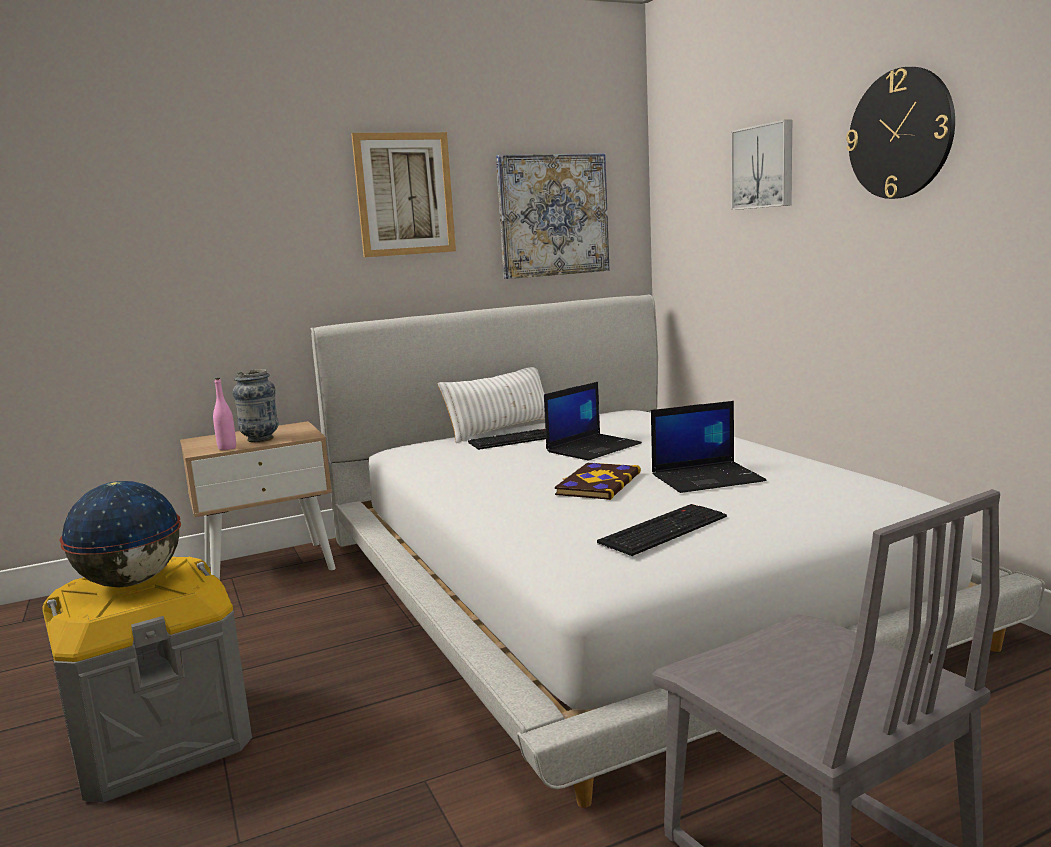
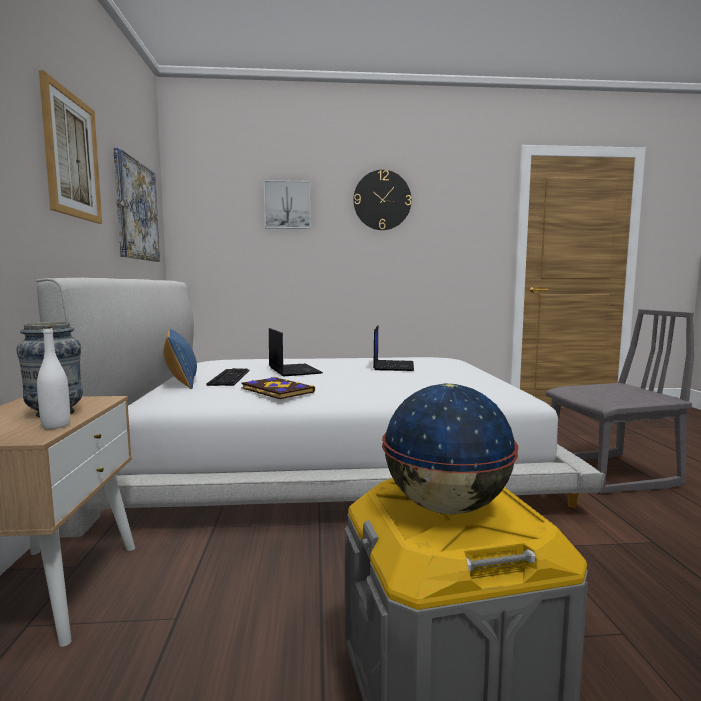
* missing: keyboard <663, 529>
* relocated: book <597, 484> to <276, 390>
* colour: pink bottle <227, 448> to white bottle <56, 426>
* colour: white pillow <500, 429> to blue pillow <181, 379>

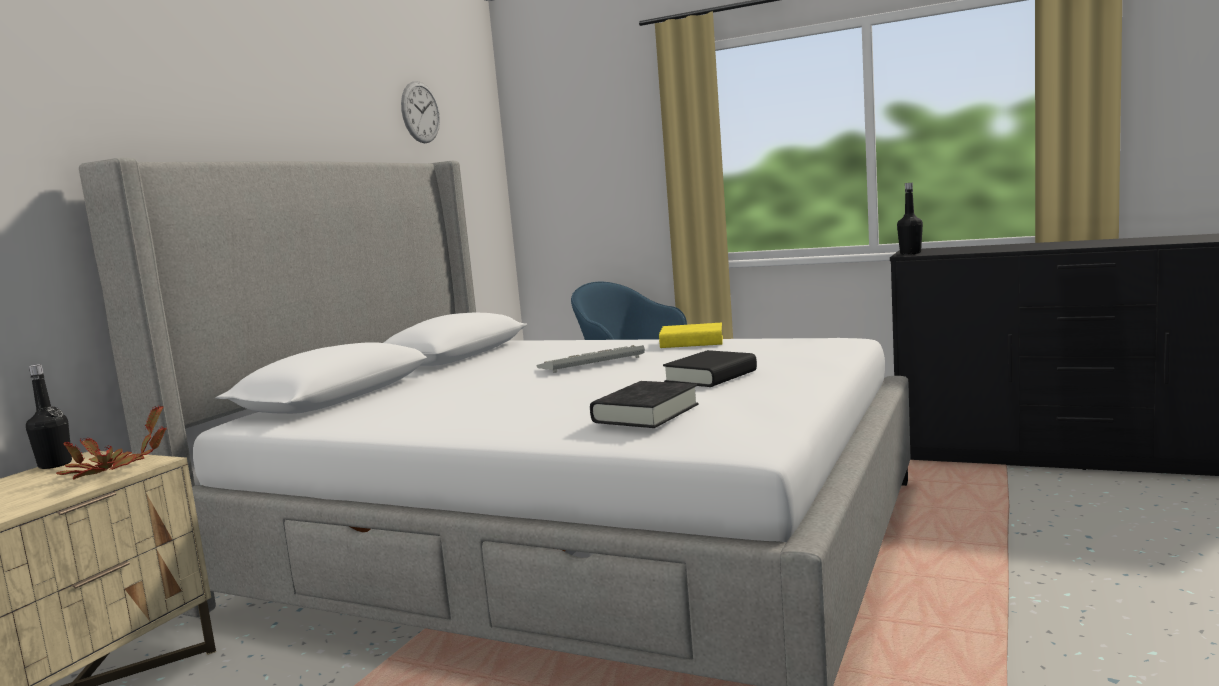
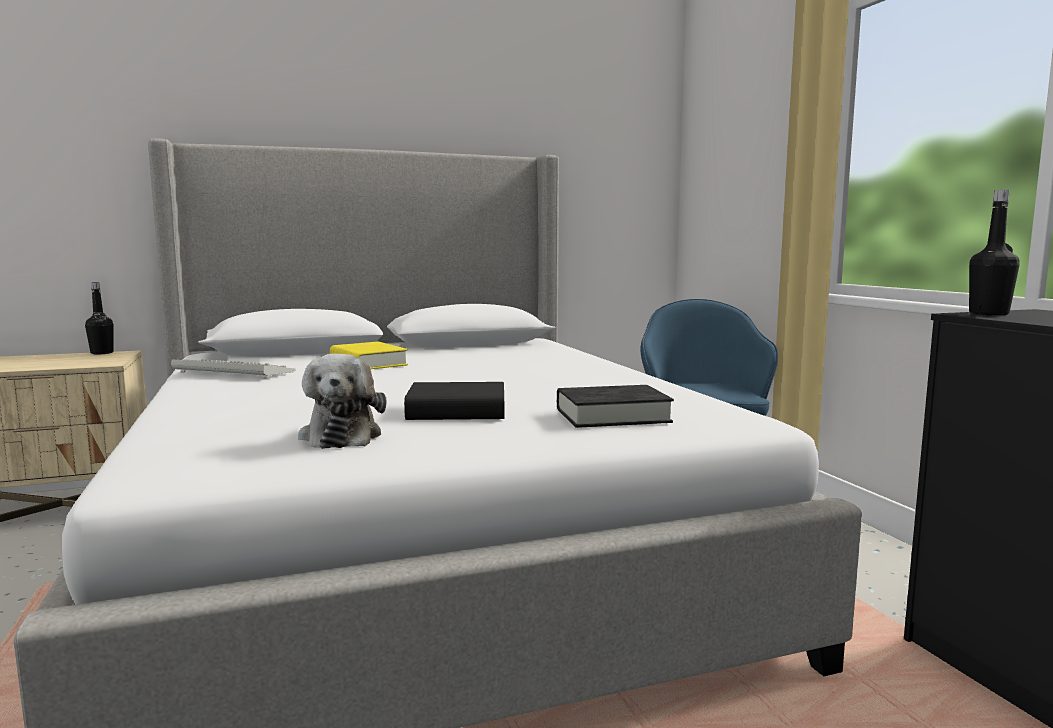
* missing: potted plant <110, 470>
* missing: wall clock <420, 112>
* appeared: plush toy <342, 435>
* relocated: keyboard <589, 363> to <230, 373>
* relocated: black book <645, 413> to <612, 415>
* relocated: yellow book <692, 342> to <368, 363>

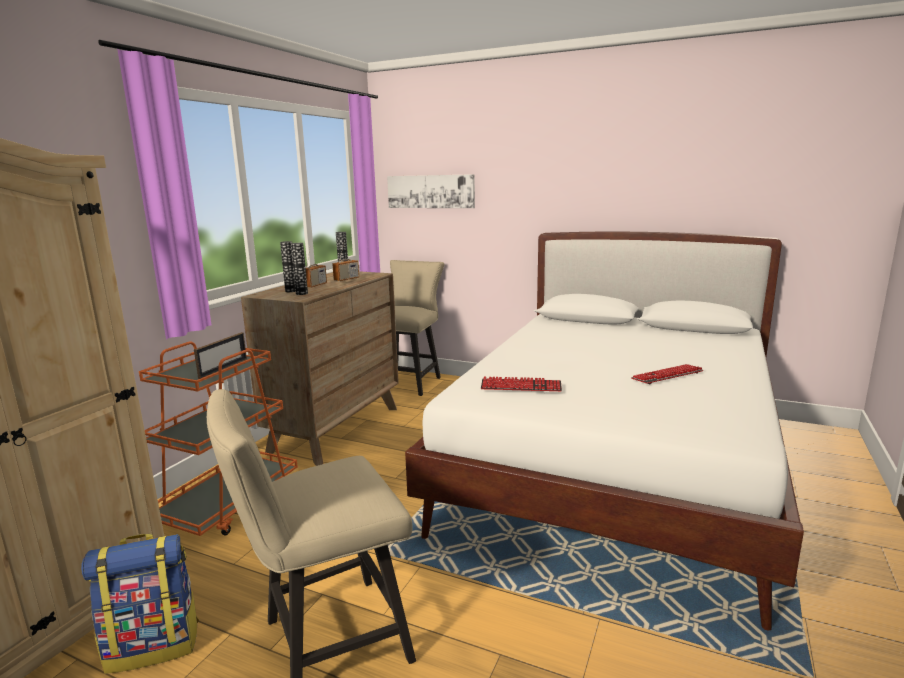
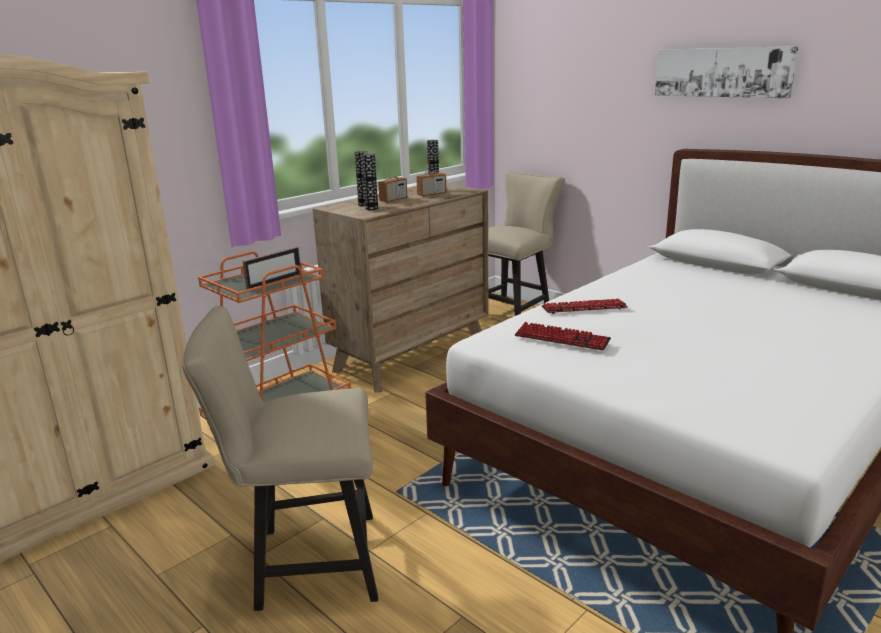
* missing: backpack <154, 645>
* relocated: picture <431, 191> to <722, 72>
* relocated: keyboard <667, 376> to <584, 308>

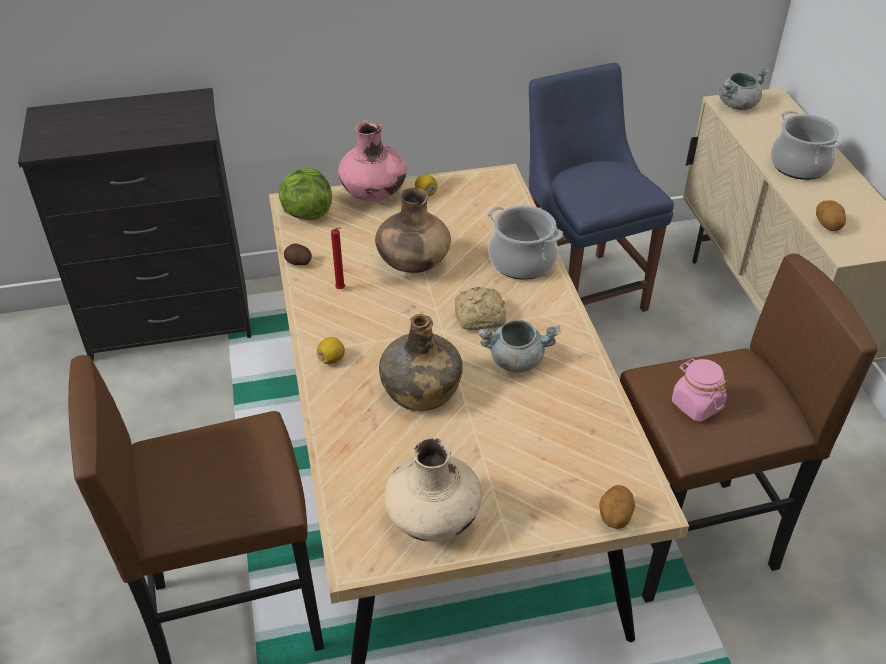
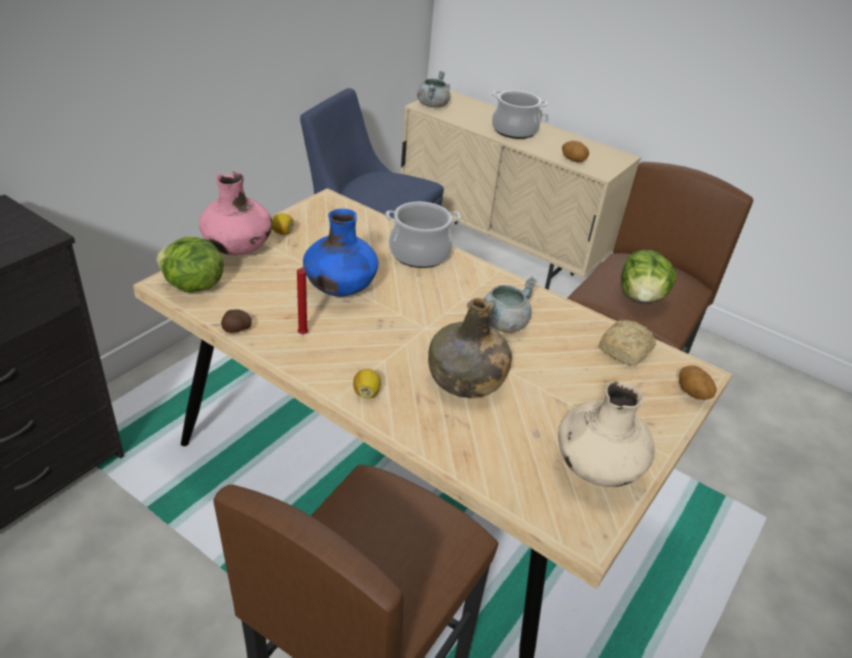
* relocated: bread <481, 317> to <626, 350>
* exchanged: pink jar <696, 405> to lettuce <641, 297>
* colour: brown vase <413, 264> to blue vase <340, 289>

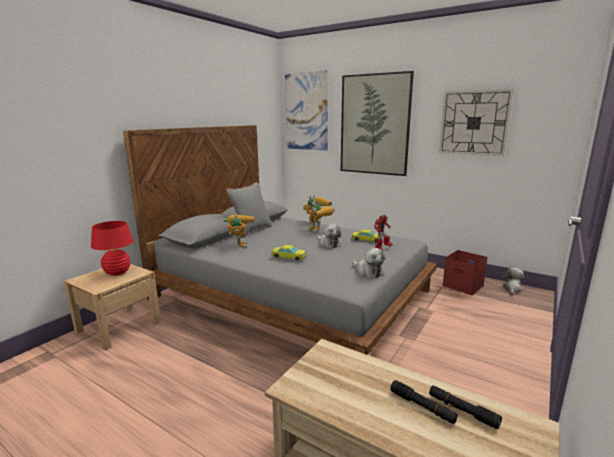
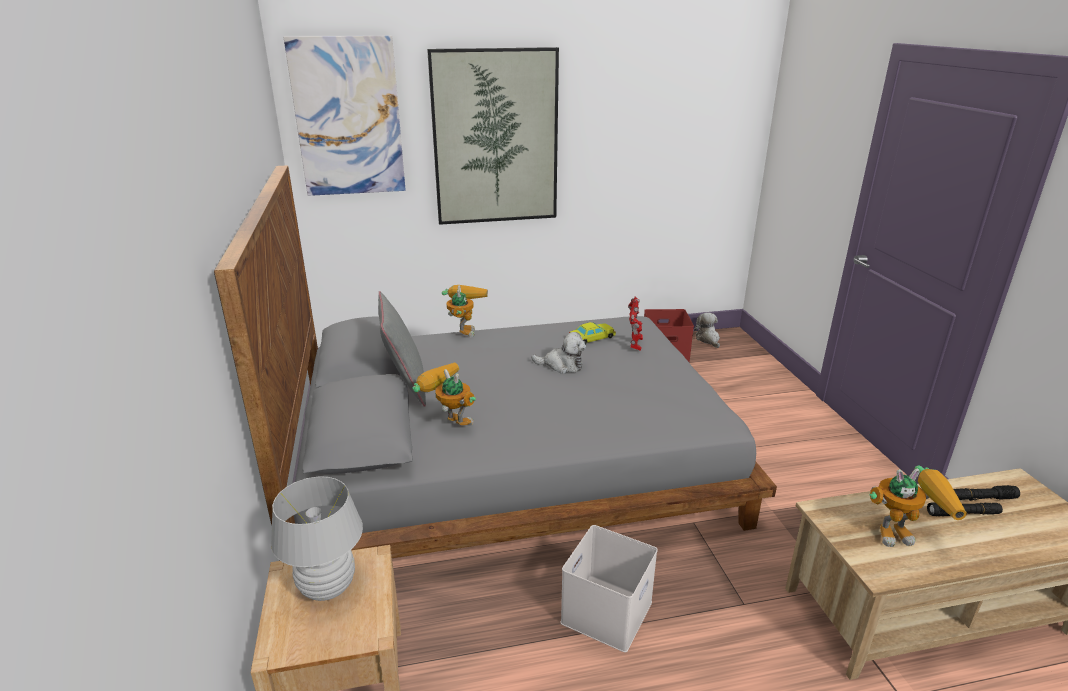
* missing: yellow toy car <289, 256>
* missing: plush toy <368, 272>
* missing: wall clock <474, 123>
* appeared: white storage box <607, 614>
* relocated: toy robot <319, 231> to <904, 533>
* colour: red table lamp <117, 273> to white table lamp <327, 587>

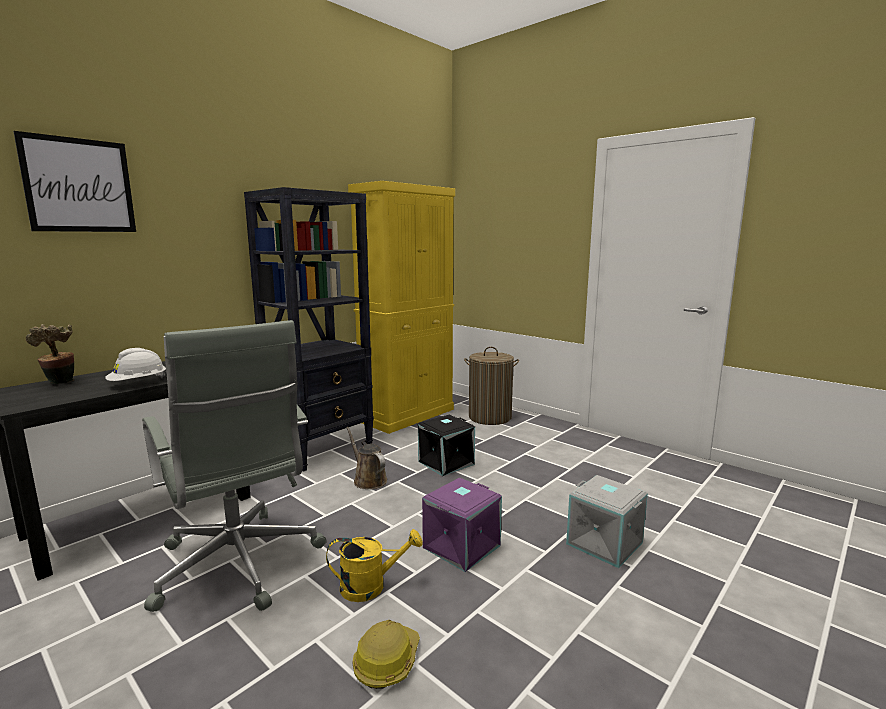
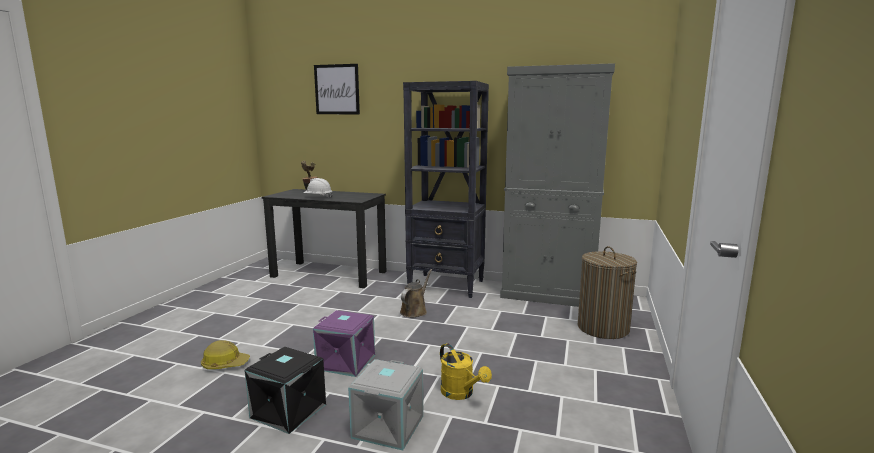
* missing: grey office chair <238, 565>
* relocated: yellow watering can <371, 586> to <461, 393>
* relocated: black storage box <446, 463> to <287, 411>
* colour: yellow cabinet <408, 415> to grey cabinet <548, 295>

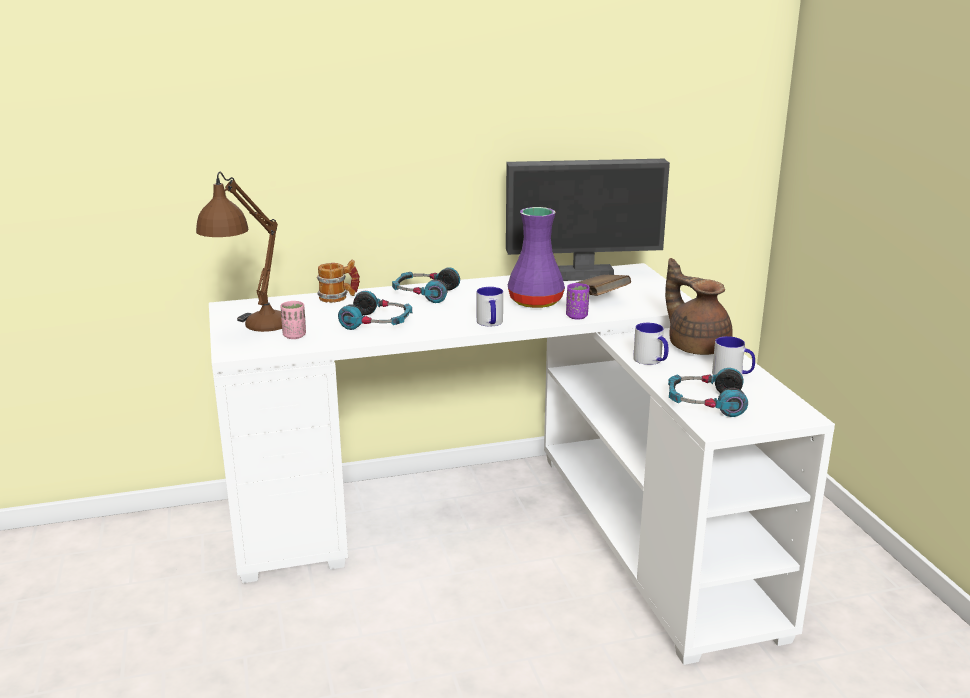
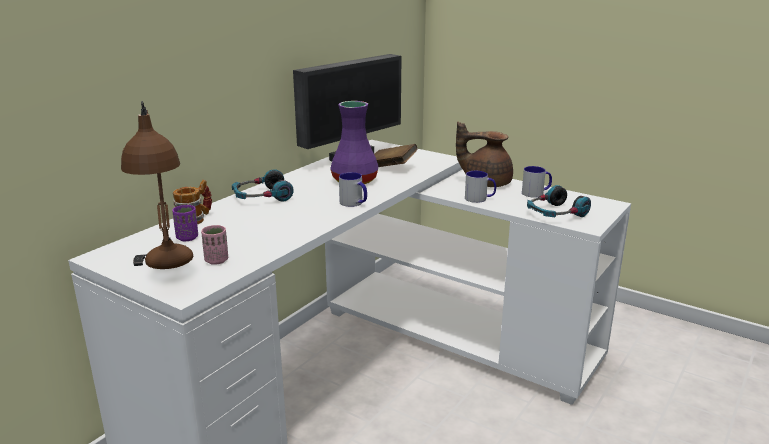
* missing: headphones <377, 323>
* relocated: purple cup <577, 316> to <187, 238>

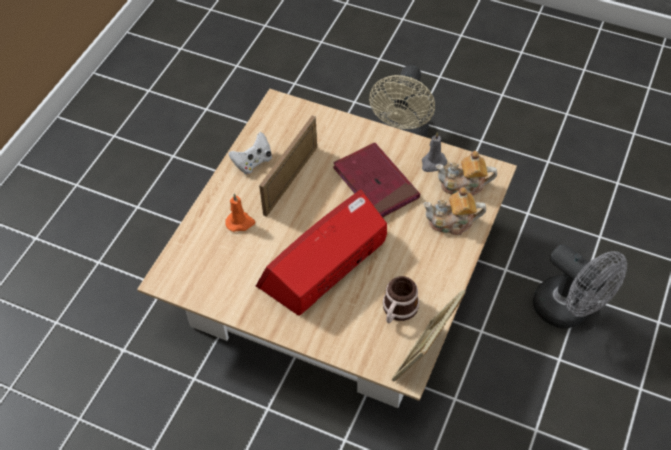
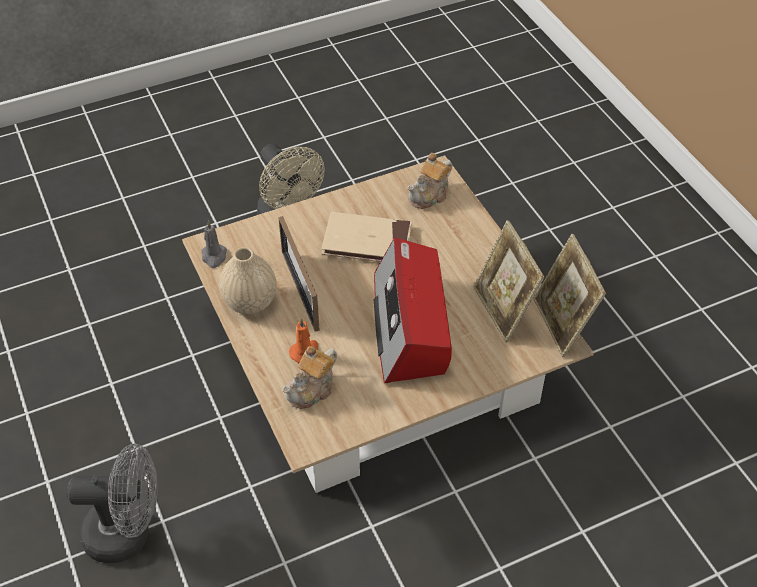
* relocated: grey candle <433, 163> to <214, 257>
* relocated: teapot <452, 222> to <312, 389>
* relocated: grey fan <568, 311> to <128, 533>
* exchanged: white game controller <253, 162> to beige vase <250, 301>
* exchanged: mug <398, 310> to picture frame <503, 311>
* colour: red book <375, 183> to beige book <367, 242>

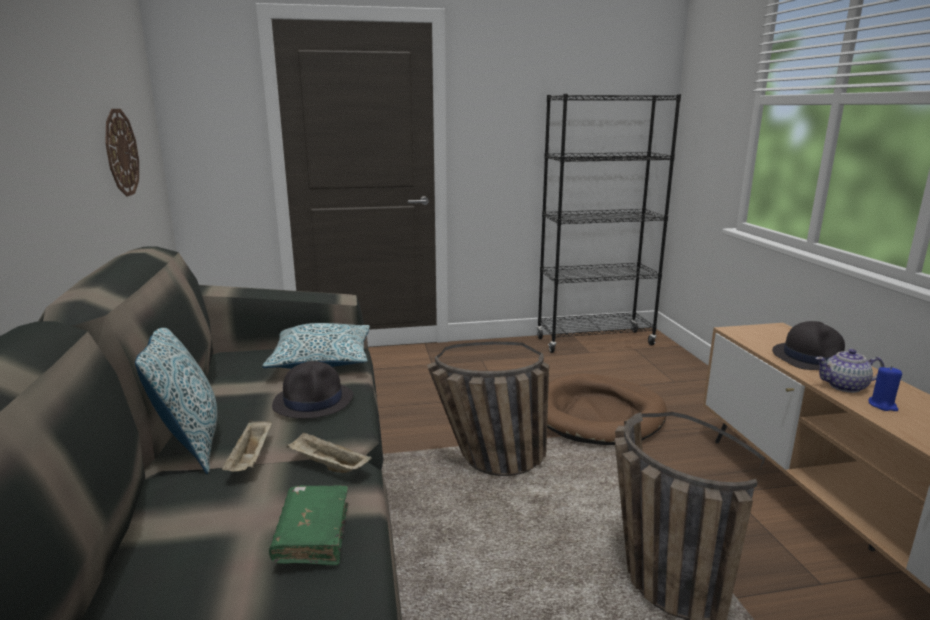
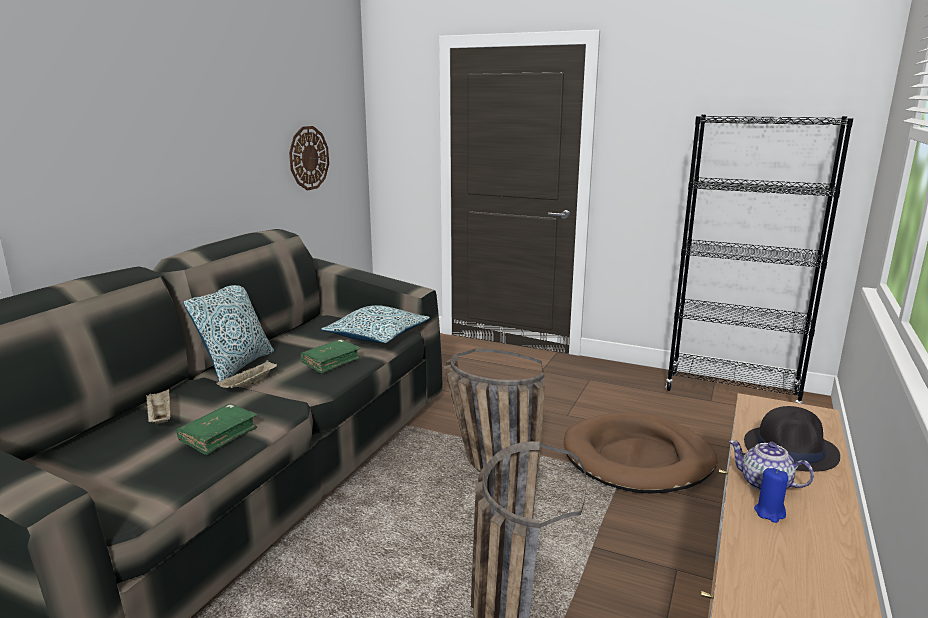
* relocated: beige tray <327, 466> to <160, 416>
* exchanged: black hat <314, 401> to green book <331, 362>

